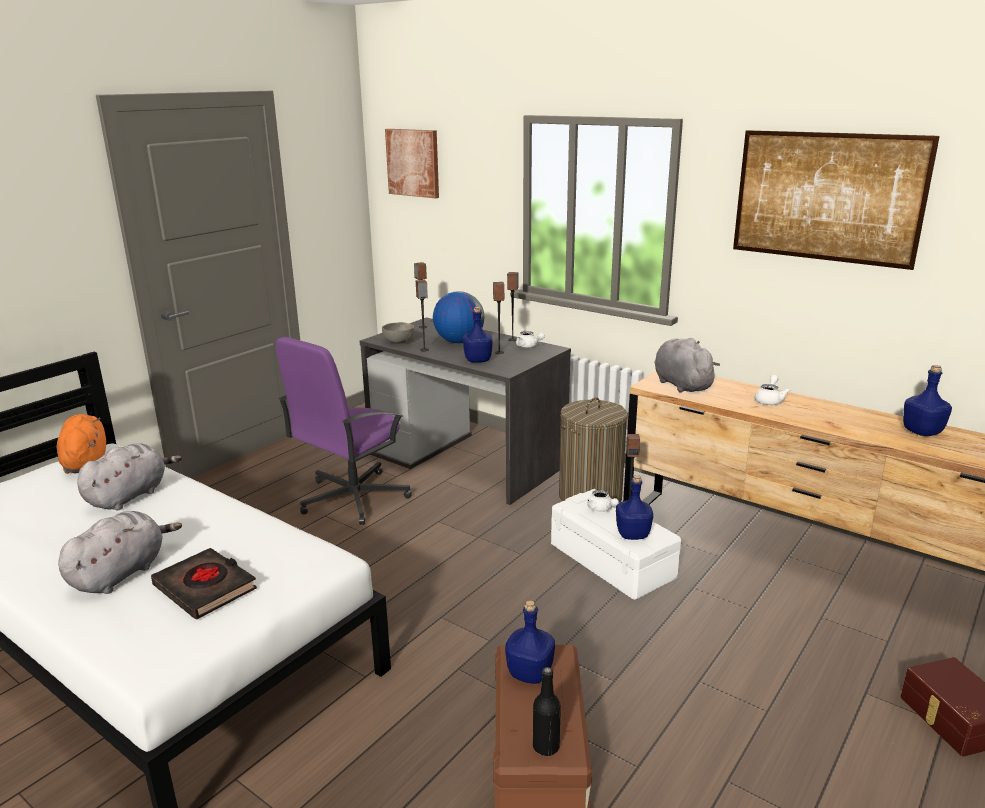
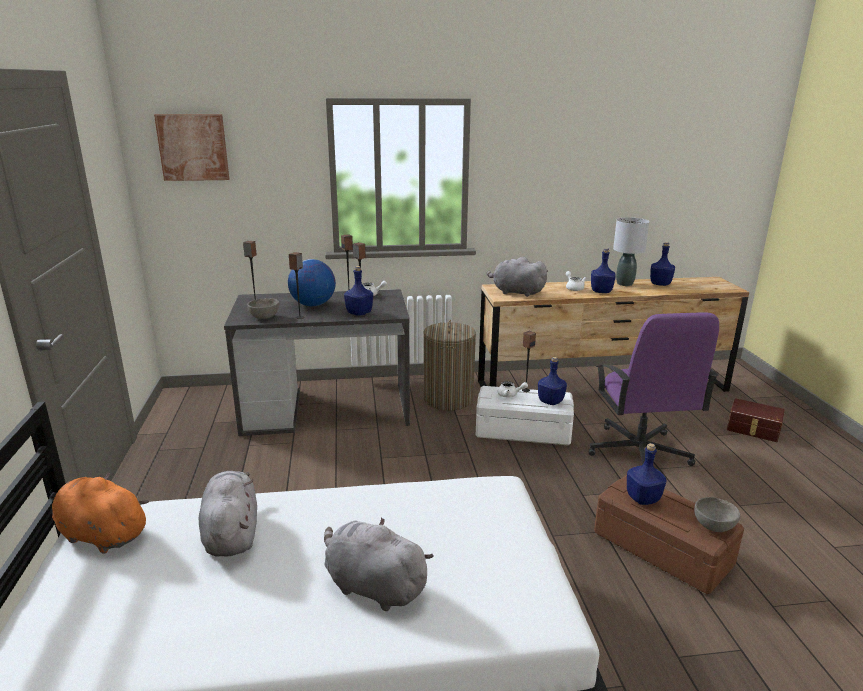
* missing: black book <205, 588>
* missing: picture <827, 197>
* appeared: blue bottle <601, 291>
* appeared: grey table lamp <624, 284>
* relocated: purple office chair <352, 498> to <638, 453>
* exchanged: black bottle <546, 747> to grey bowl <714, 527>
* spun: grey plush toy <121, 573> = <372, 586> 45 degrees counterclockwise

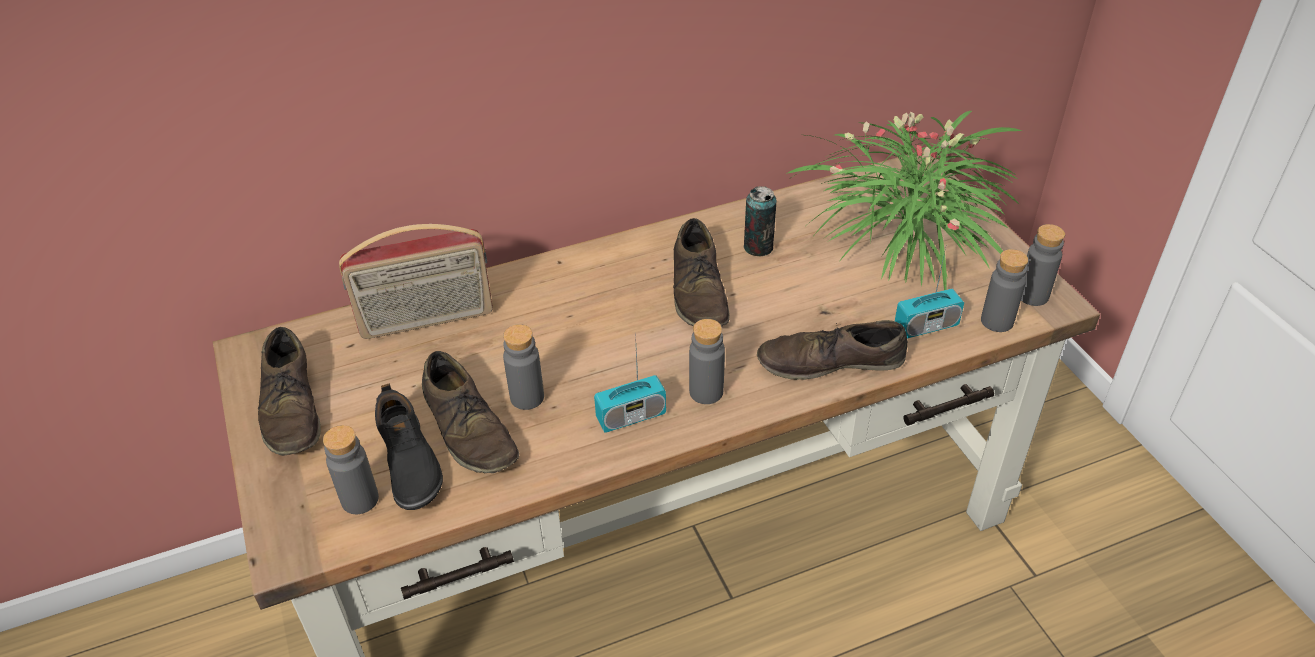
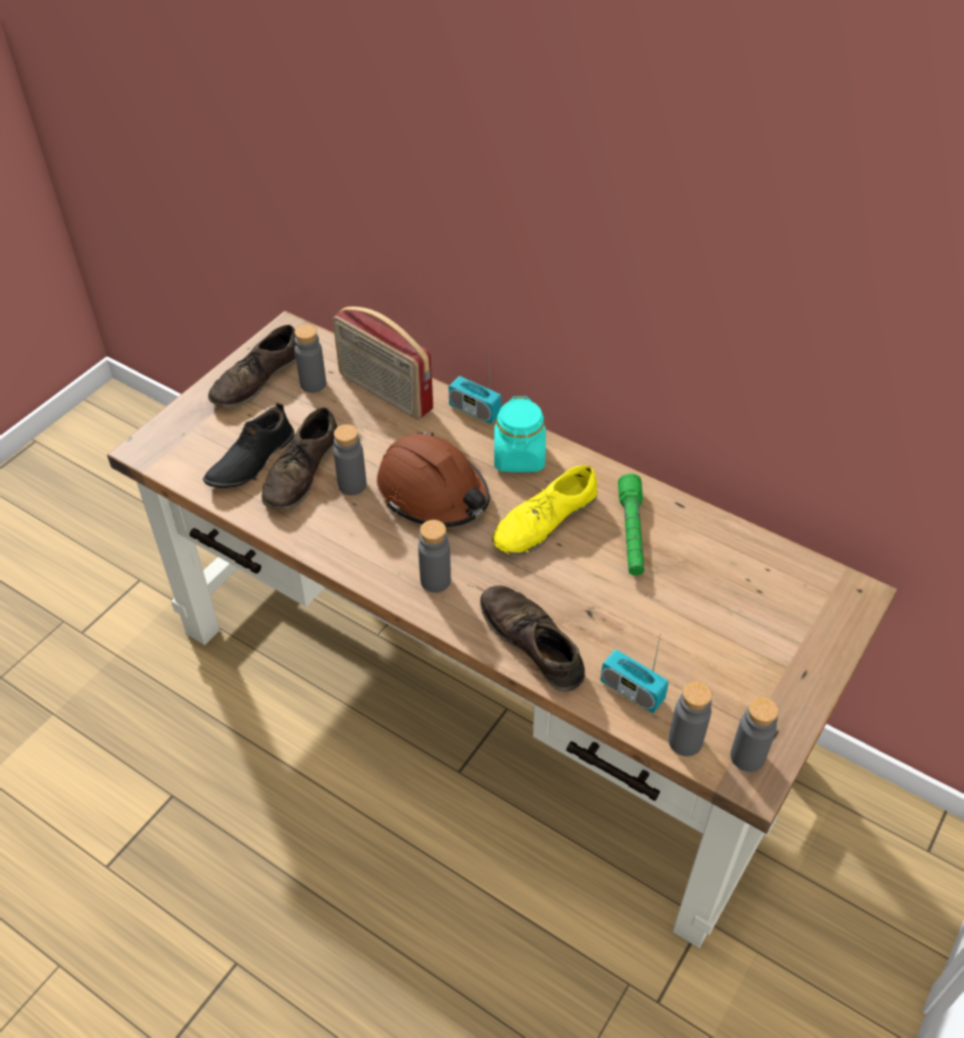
* missing: potted plant <905, 236>
* appeared: brown hard hat <433, 493>
* appeared: turquoise jar <519, 457>
* relocated: grey bottle <360, 499> to <313, 384>
* relocated: radio <631, 416> to <474, 410>
* exchanged: can <758, 247> to green flashlight <631, 533>
* colour: brown shoe <699, 291> to yellow shoe <544, 522>

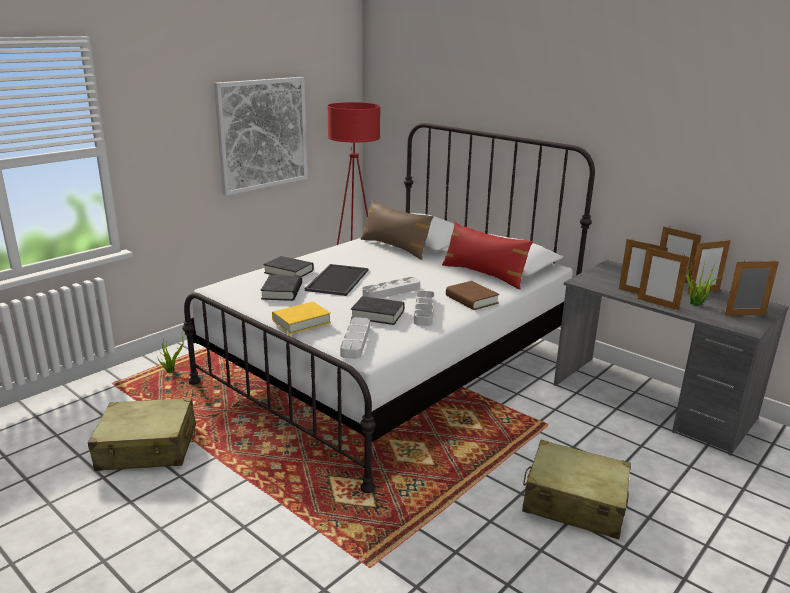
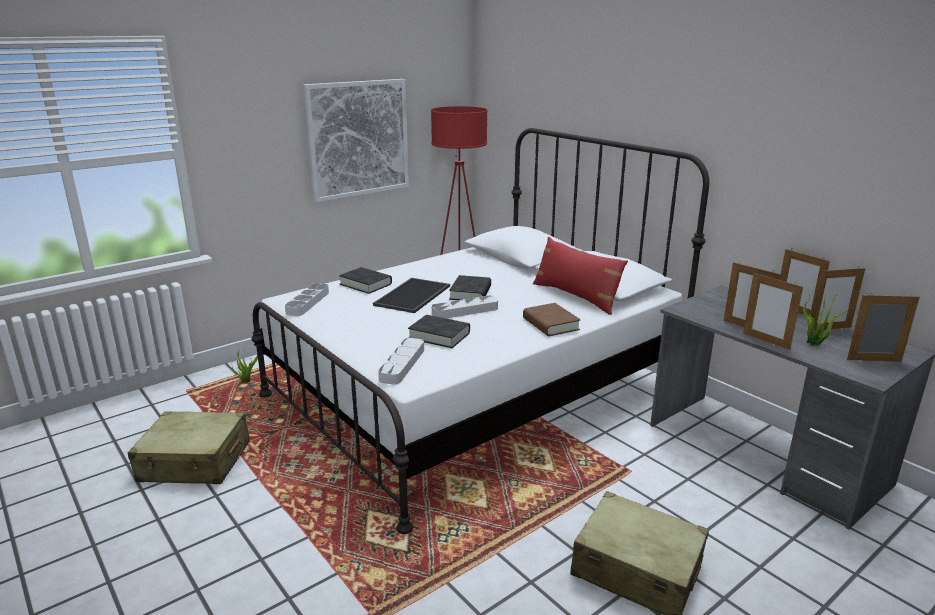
* missing: yellow book <301, 322>
* missing: brown pillow <395, 247>
* relocated: black book <282, 292> to <470, 293>
* relocated: grey tray <424, 311> to <308, 302>

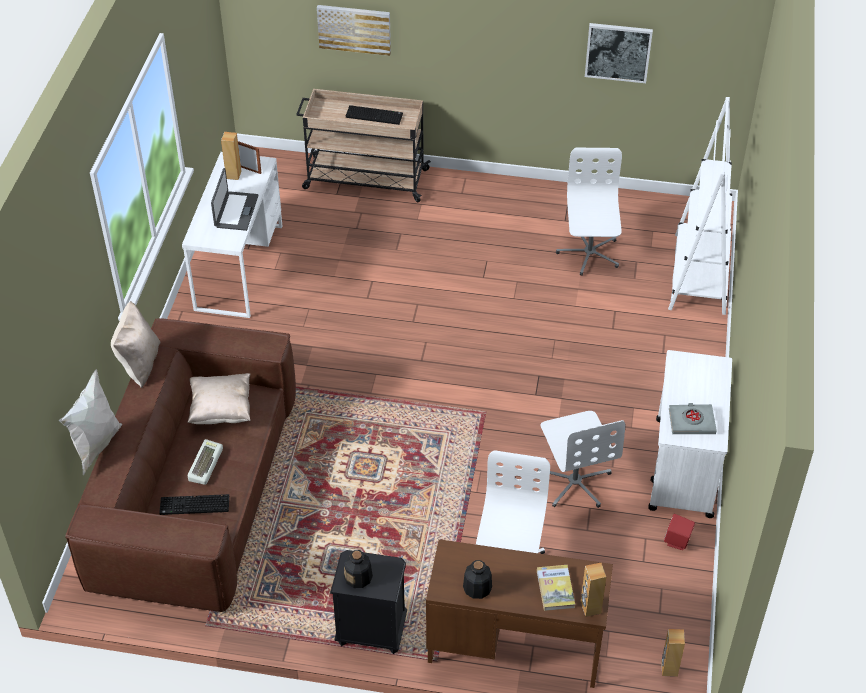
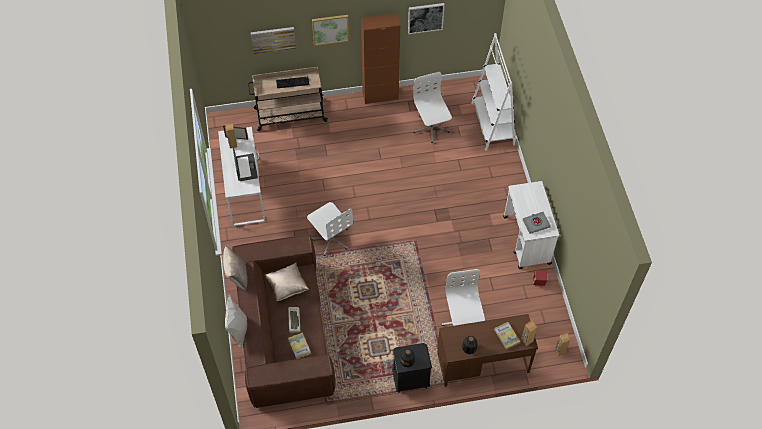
* appeared: picture <330, 29>
* appeared: brown cabinet <380, 96>
* relocated: white office chair <575, 482> to <331, 239>
* exchanged: keyboard <194, 506> to book <299, 346>

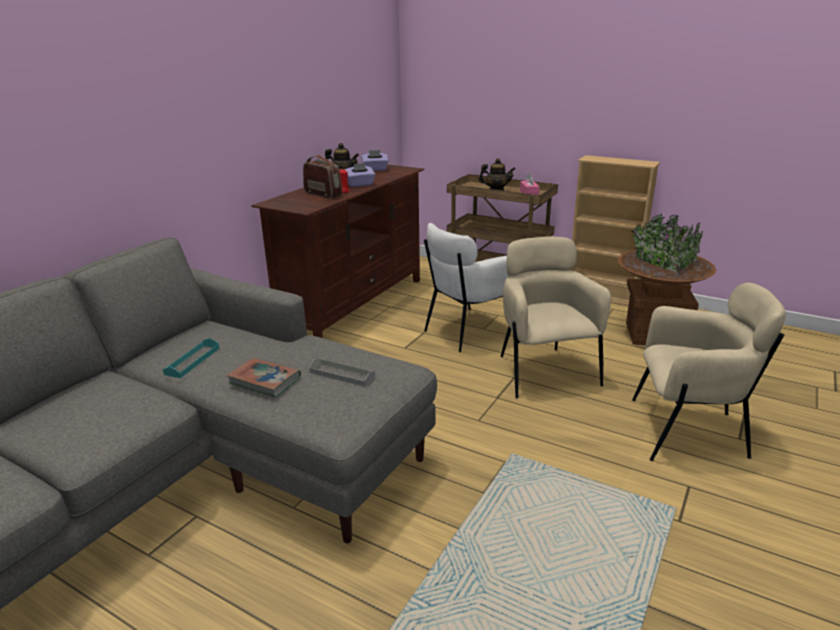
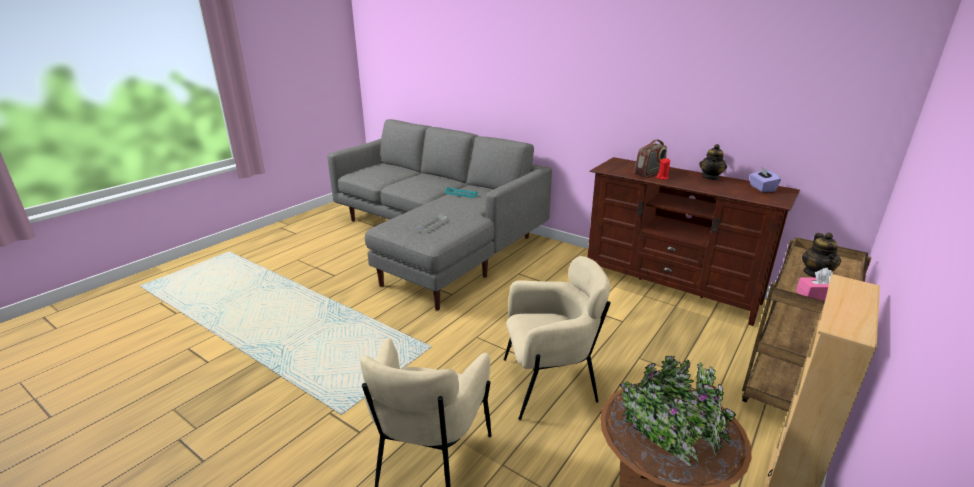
* missing: book <265, 381>
* missing: purple tissue box <360, 184>
* missing: white armchair <468, 331>

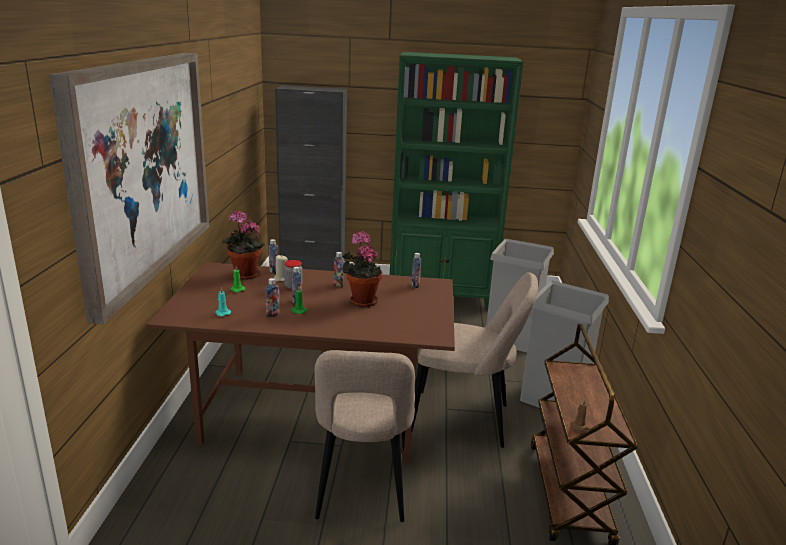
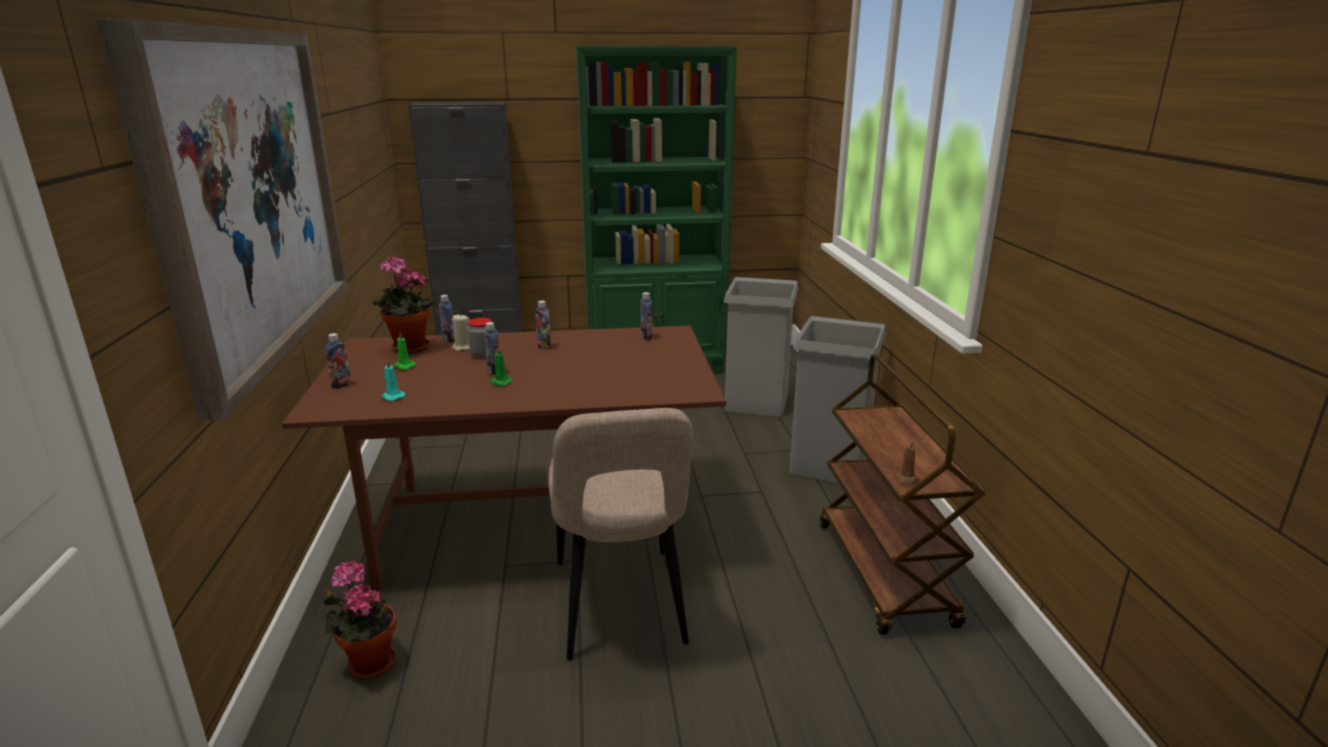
* missing: beige chair <465, 419>
* relocated: bottle <273, 314> to <341, 385>
* relocated: potted plant <361, 300> to <368, 663>

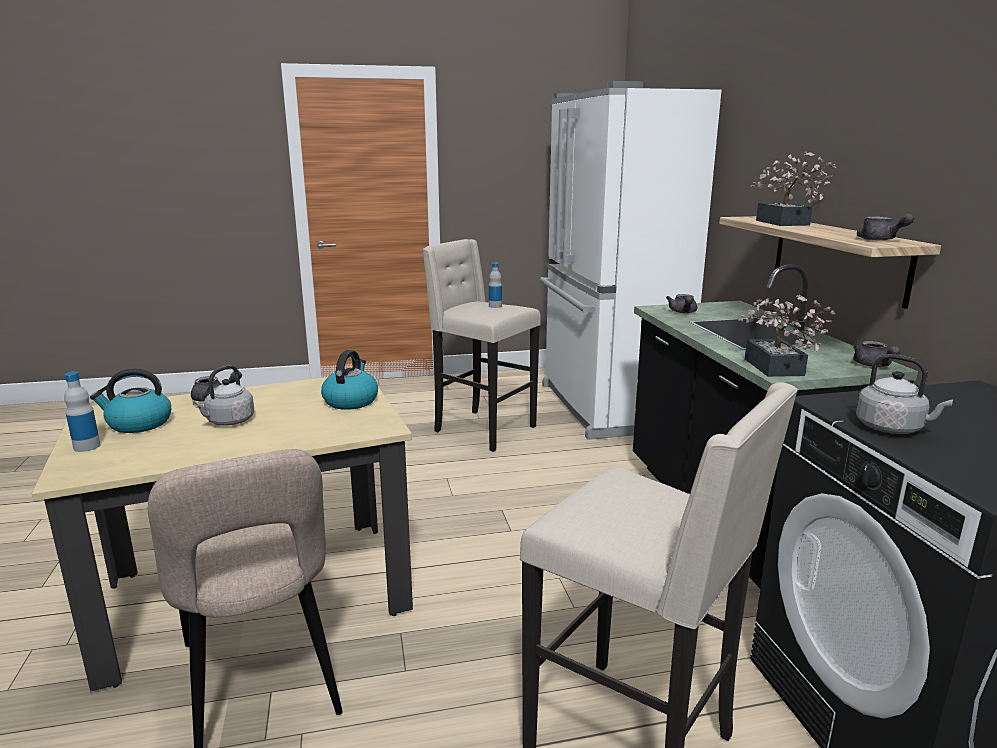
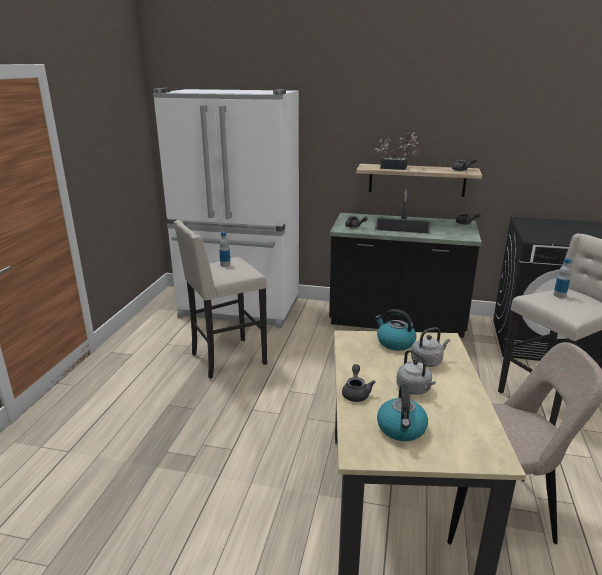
* missing: potted plant <776, 369>
* relocated: bottle <87, 446> to <559, 295>
* relocated: grey kettle <892, 428> to <427, 361>

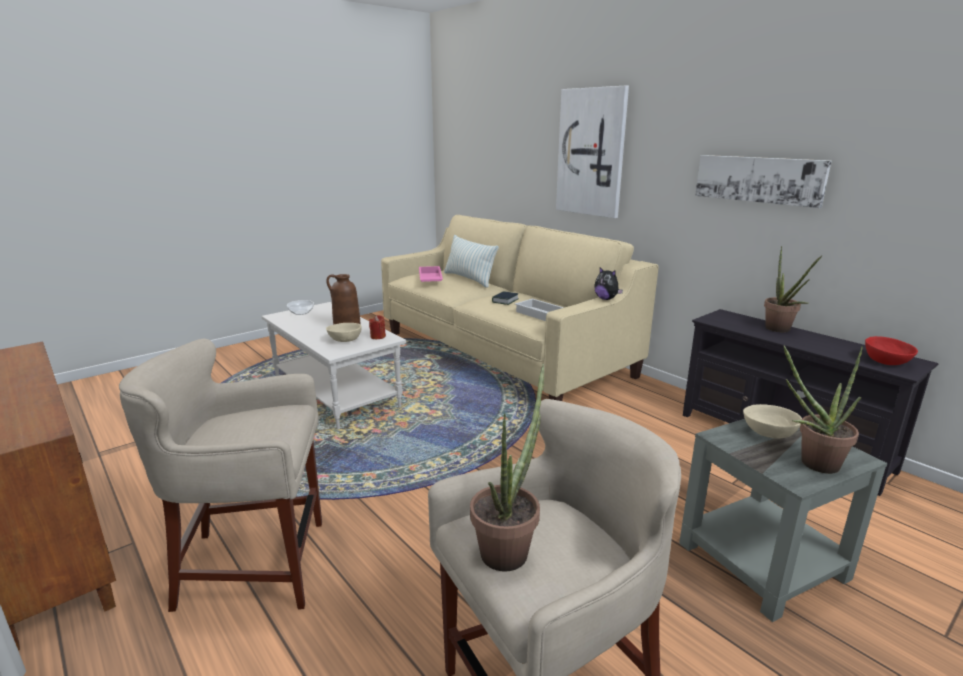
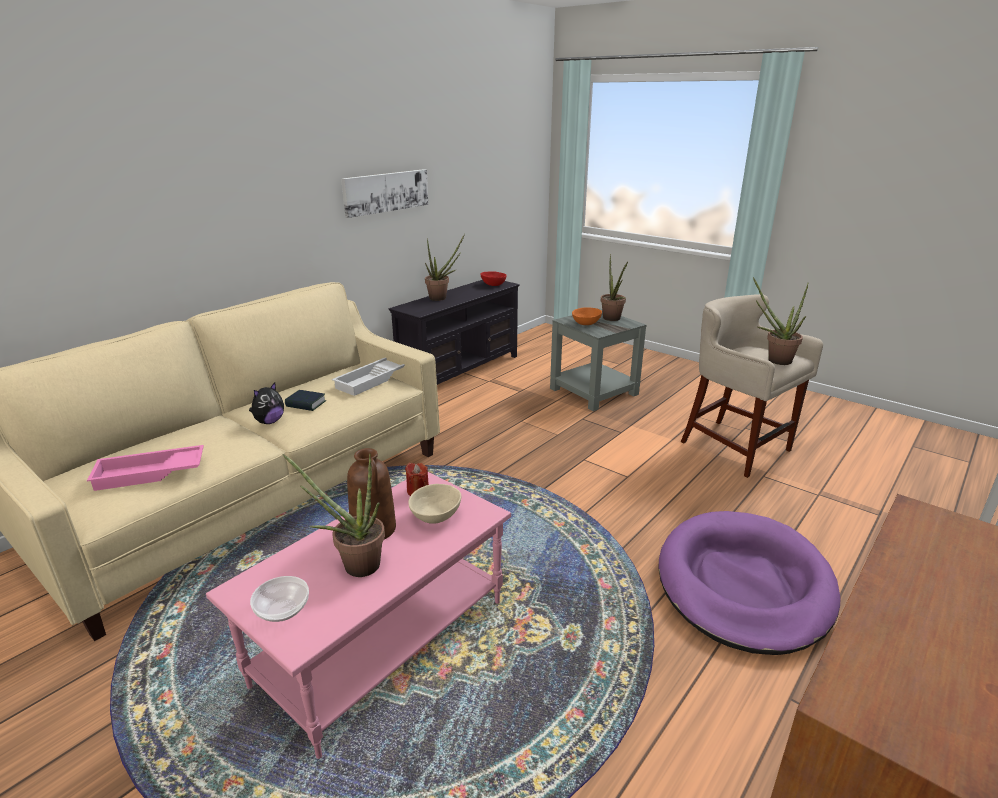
* missing: pillow <469, 279>
* missing: picture <591, 152>
* appeared: potted plant <354, 565>
* relocated: plush toy <606, 299> to <269, 422>
* exchanged: beige stool <254, 566> to purple dog bed <743, 585>
* colour: white coffee table <337, 392> to pink coffee table <382, 640>
* colour: beige bowl <770, 434> to orange bowl <586, 323>

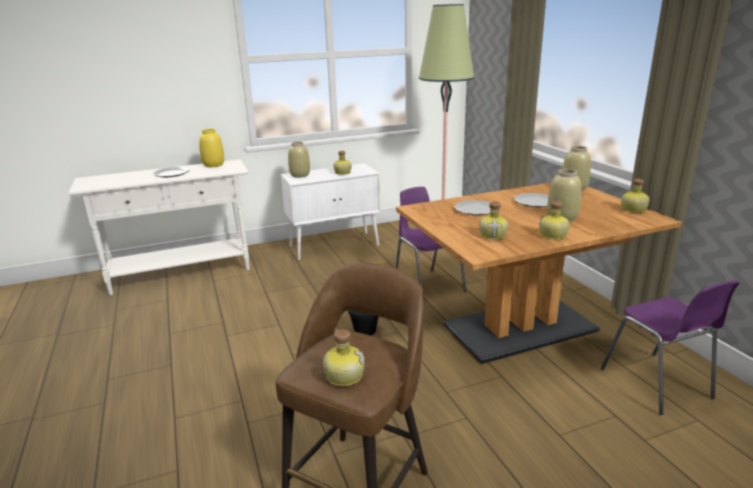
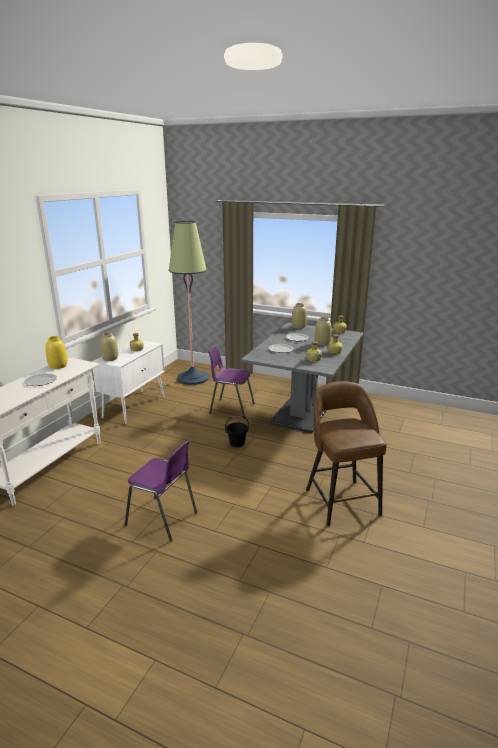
* missing: bottle <343, 375>
* relocated: purple chair <657, 384> to <163, 519>
* colour: brown dining table <520, 328> to grey dining table <303, 411>

